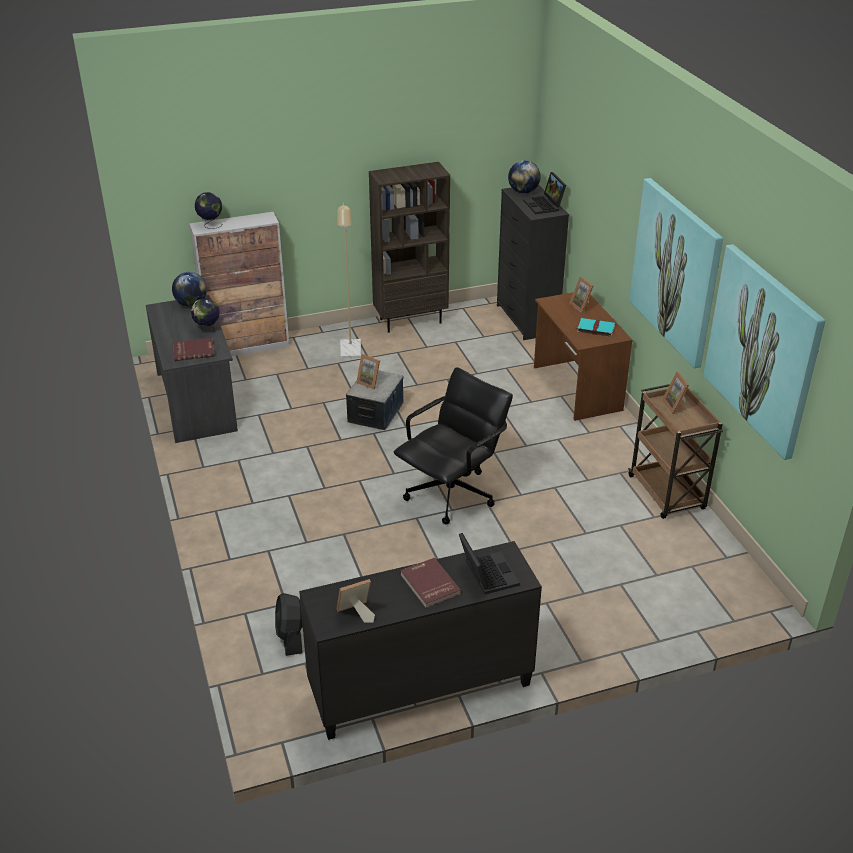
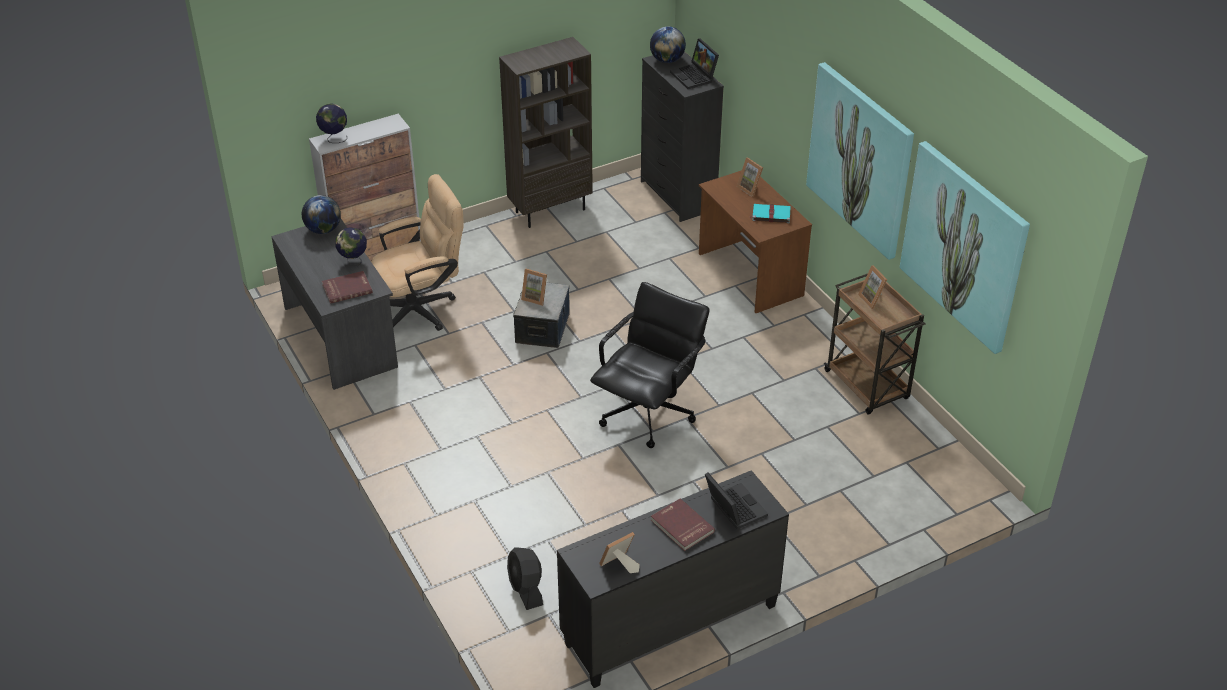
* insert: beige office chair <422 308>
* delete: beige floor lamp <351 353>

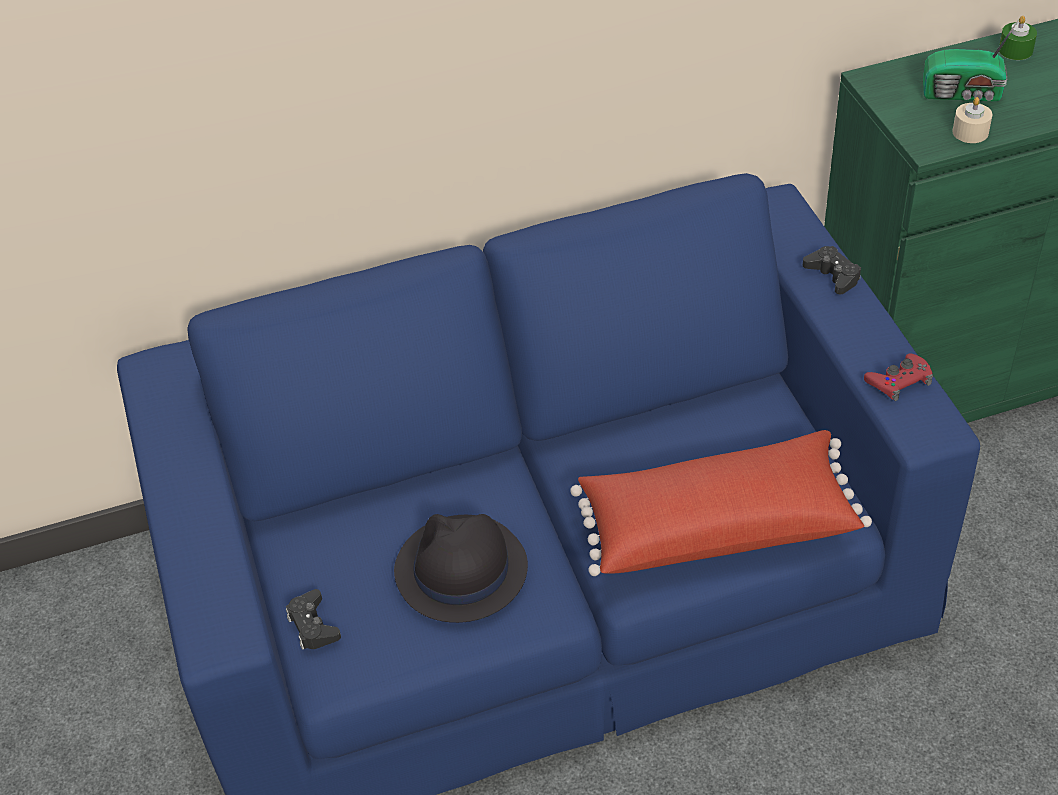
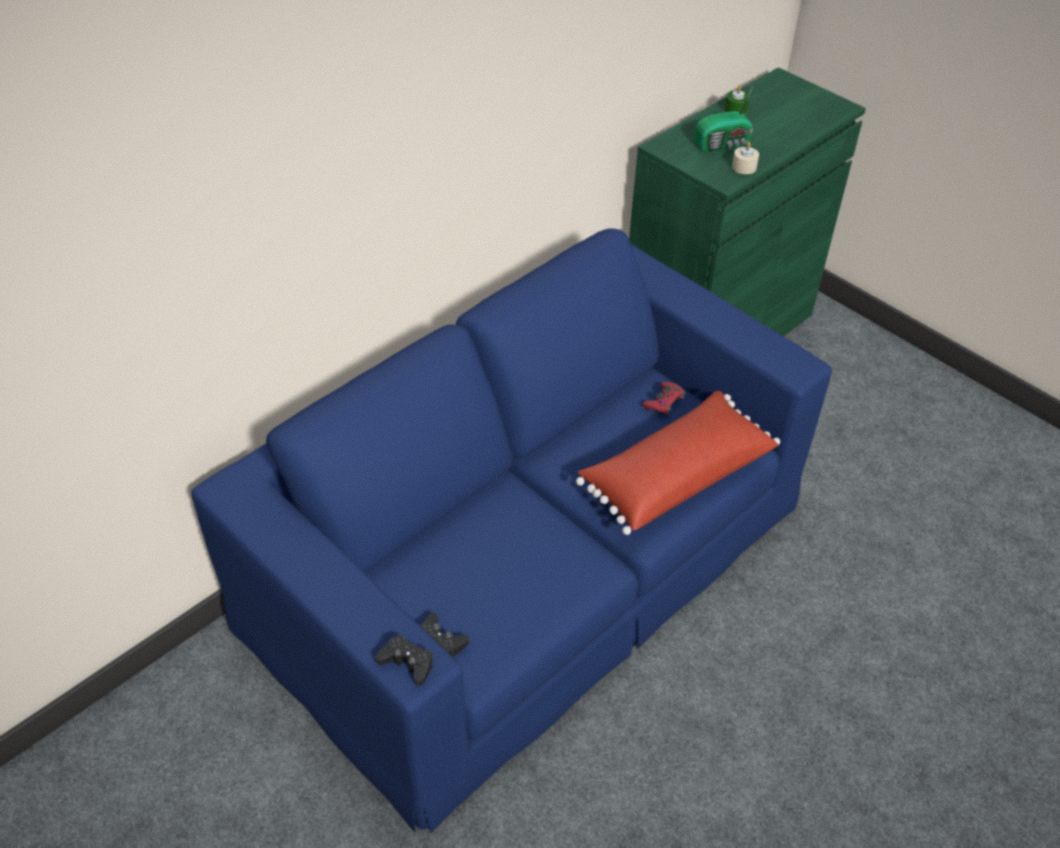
* move: black game controller <833 275> to <407 663>
* move: red game controller <899 381> to <664 402>
* delete: black hat <460 570>

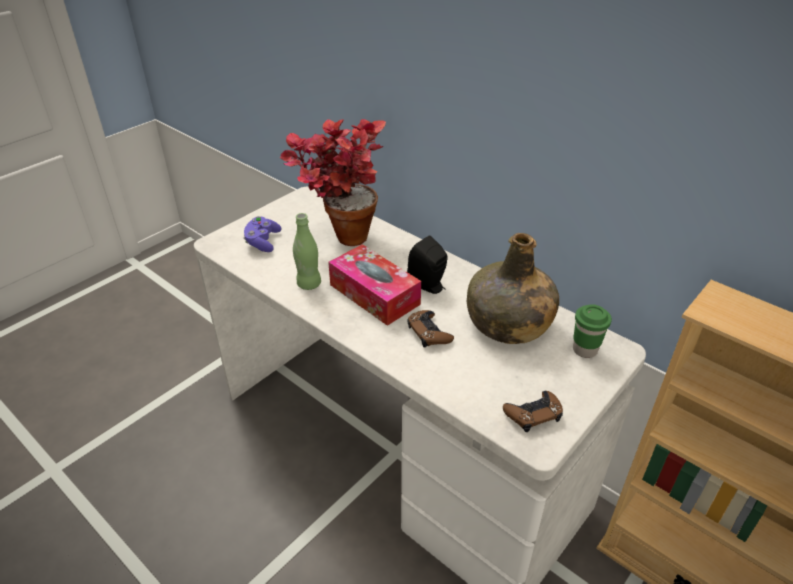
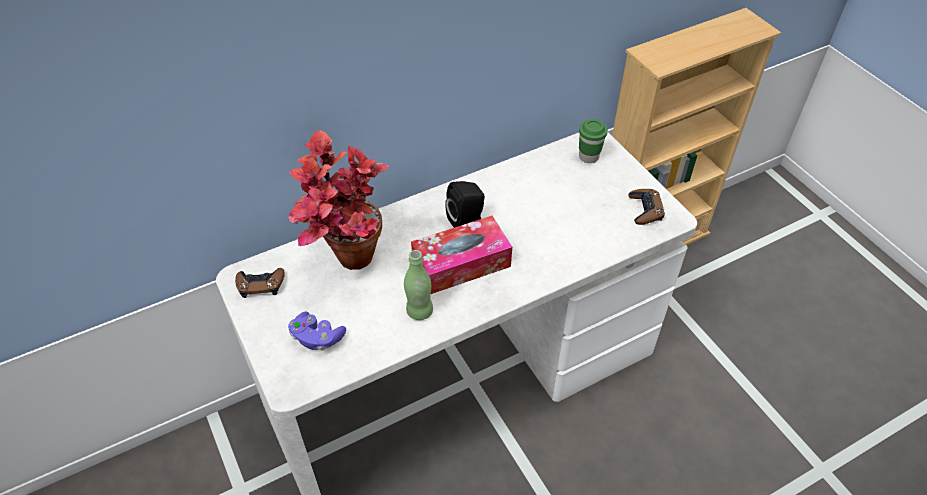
* move: brown game controller <429 332> to <260 285>
* delete: green bottle <508 324>

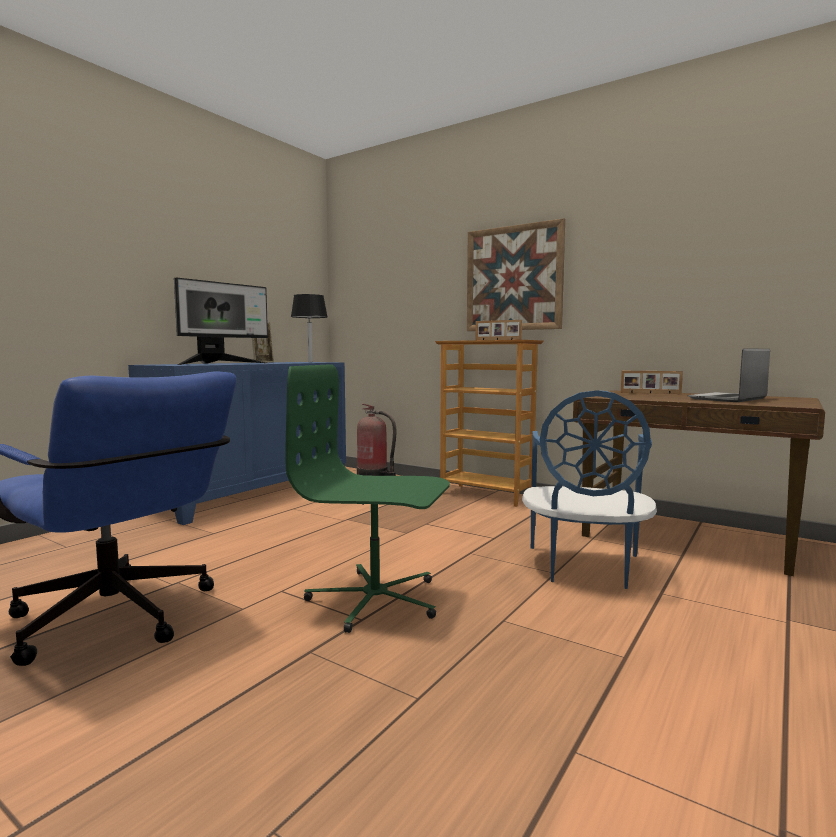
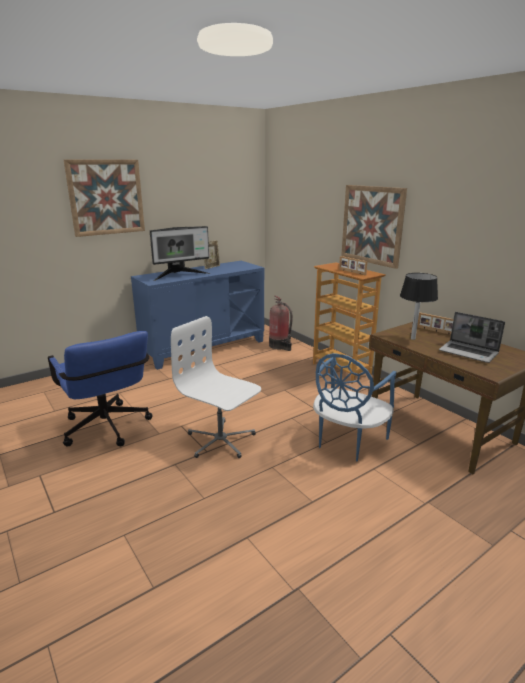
* insert: picture <106 197>
* recolor: green office chair <375 600> to white office chair <220 441>
* move: black table lamp <310 362> to <413 339>
* rotate: laptop <728 399> = <469 352> 120 degrees counterclockwise

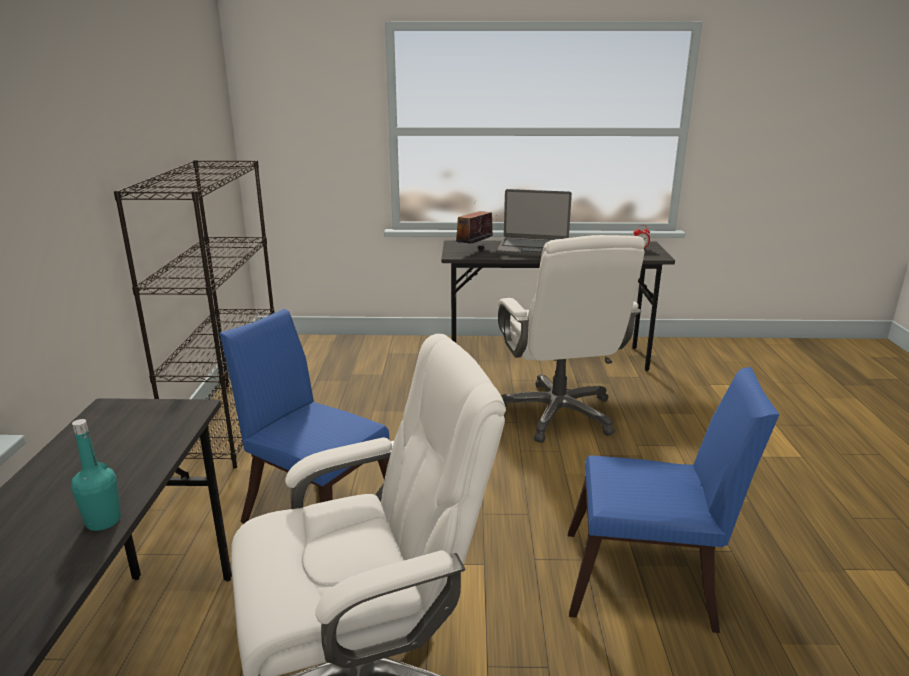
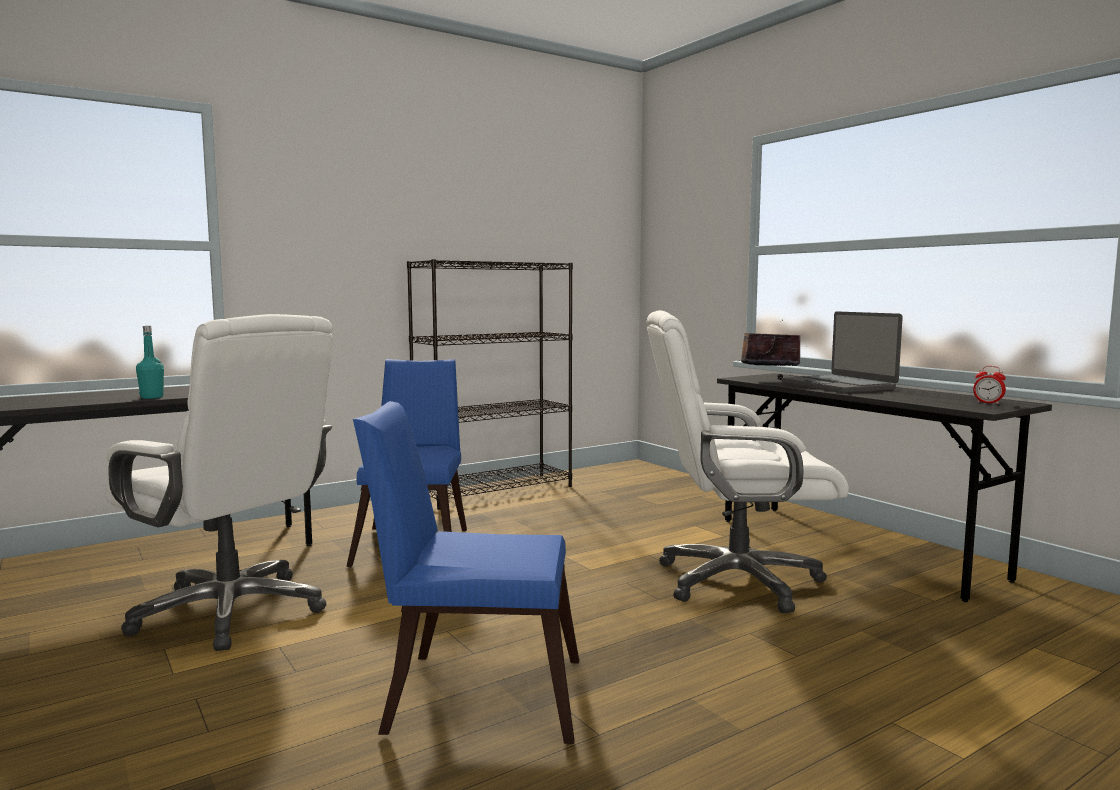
* rotate: blue chair <649 582> = <473 693> 120 degrees clockwise
* rotate: white office chair <558 414> = <736 581> 45 degrees clockwise

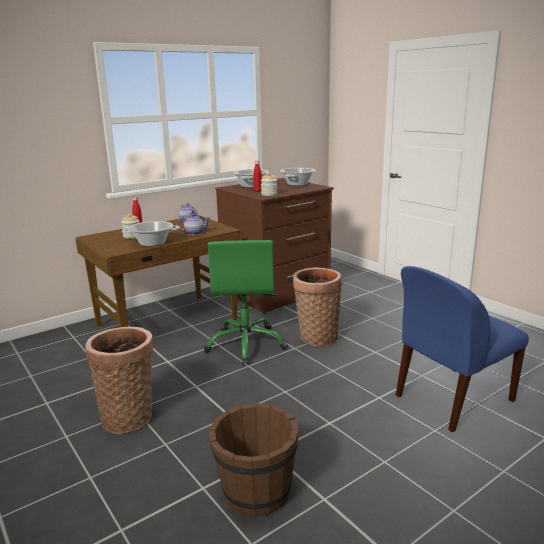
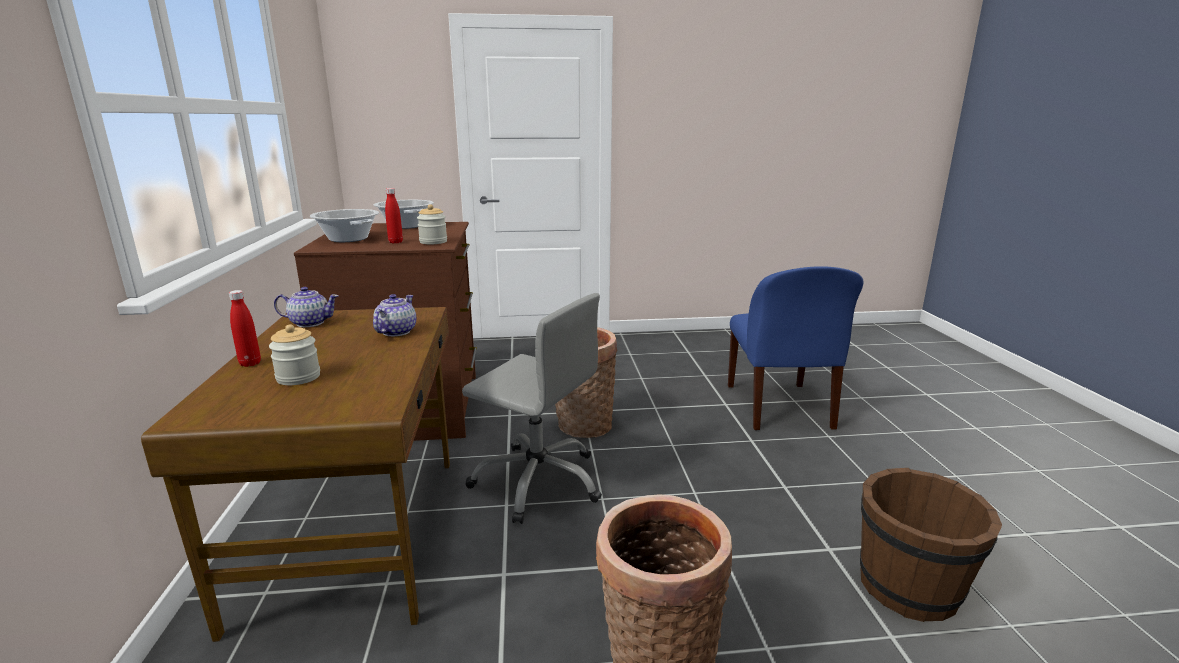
* recolor: green office chair <246 344> to grey office chair <538 481>
* delete: cooking pot <152 243>

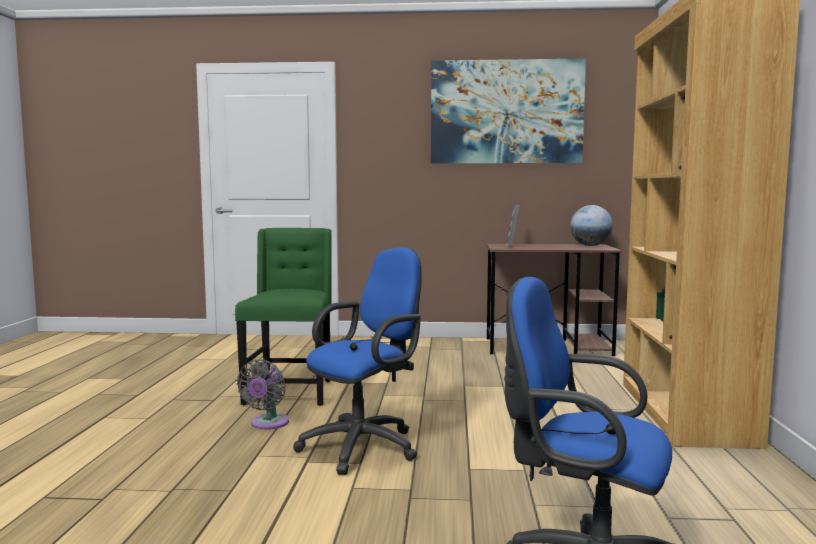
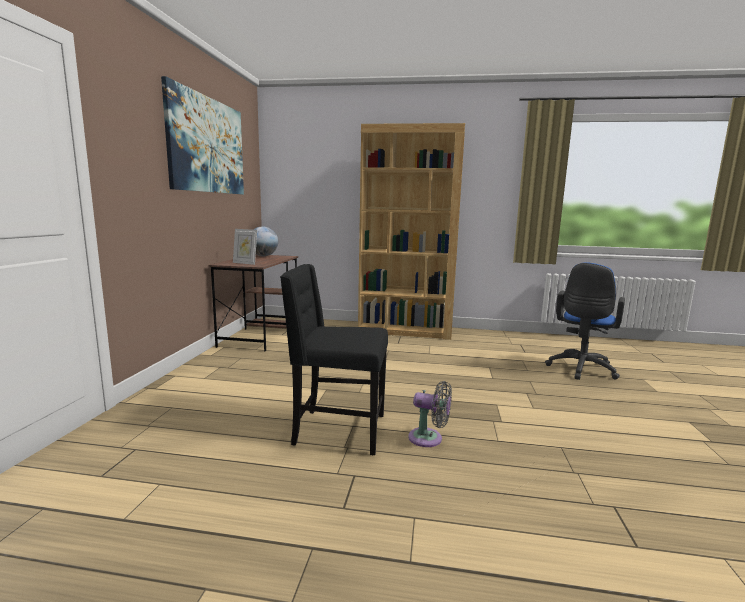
* recolor: green chair <290 391> to black chair <337 430>
* delete: blue office chair <365 446>

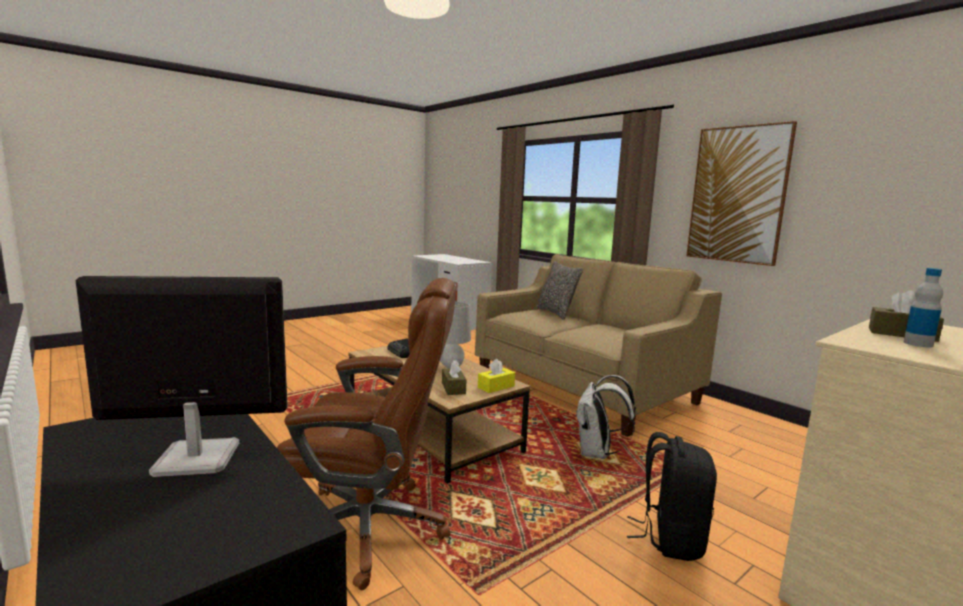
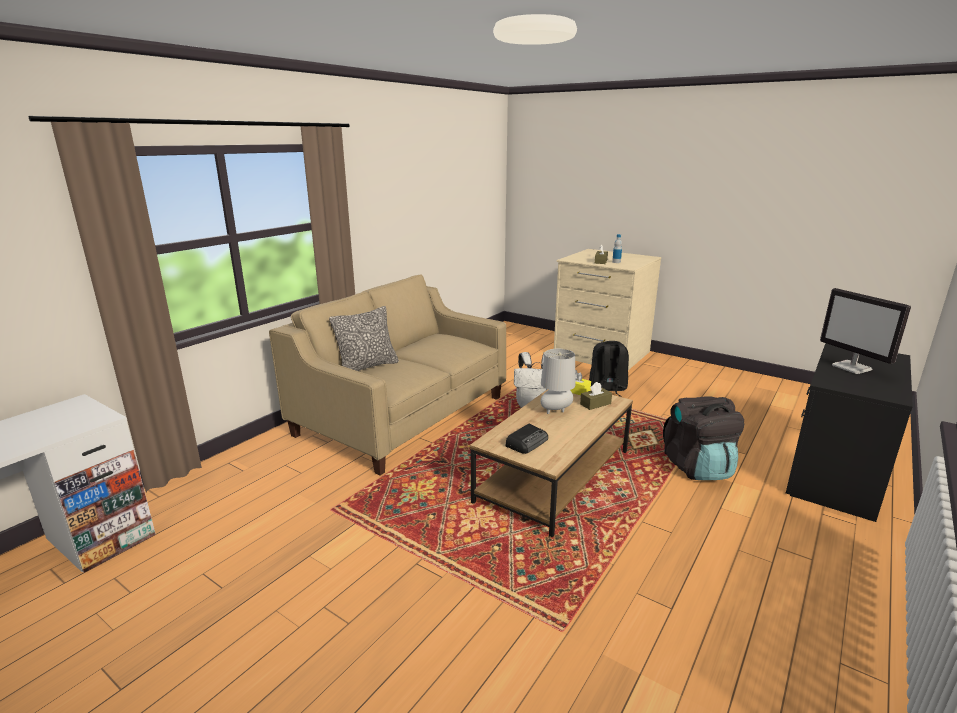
* replace: brown office chair <371 528> to black backpack <698 467>
* delete: picture <738 195>

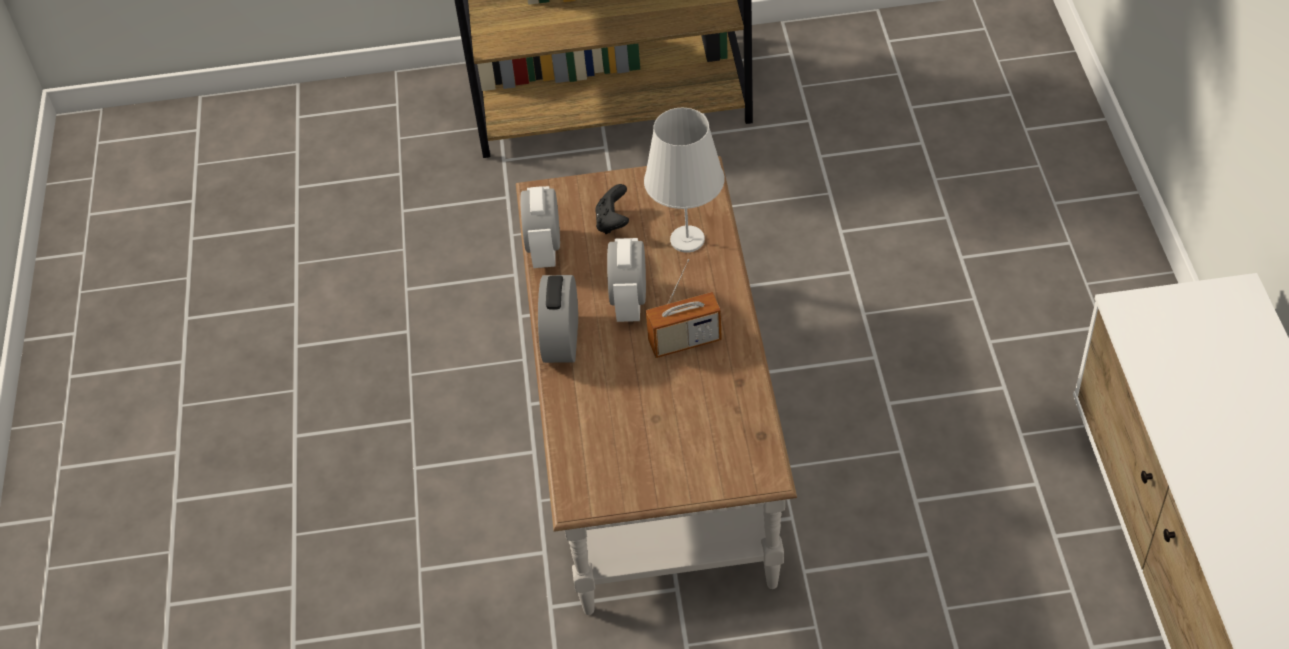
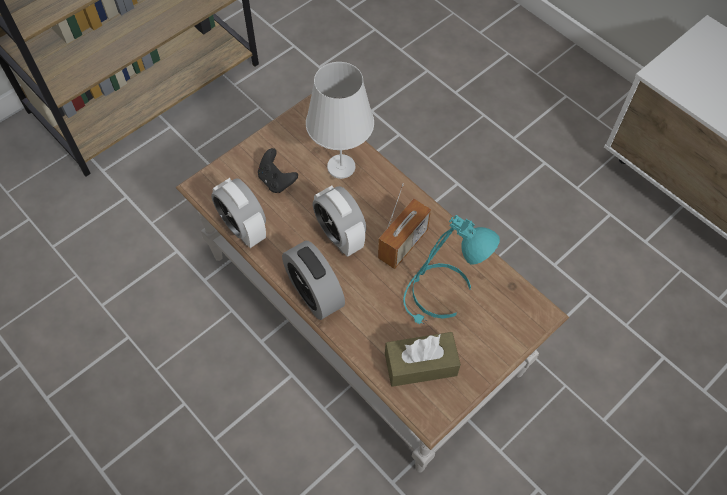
* insert: brown tissue box <420 364>
* insert: turquoise table lamp <439 295>

